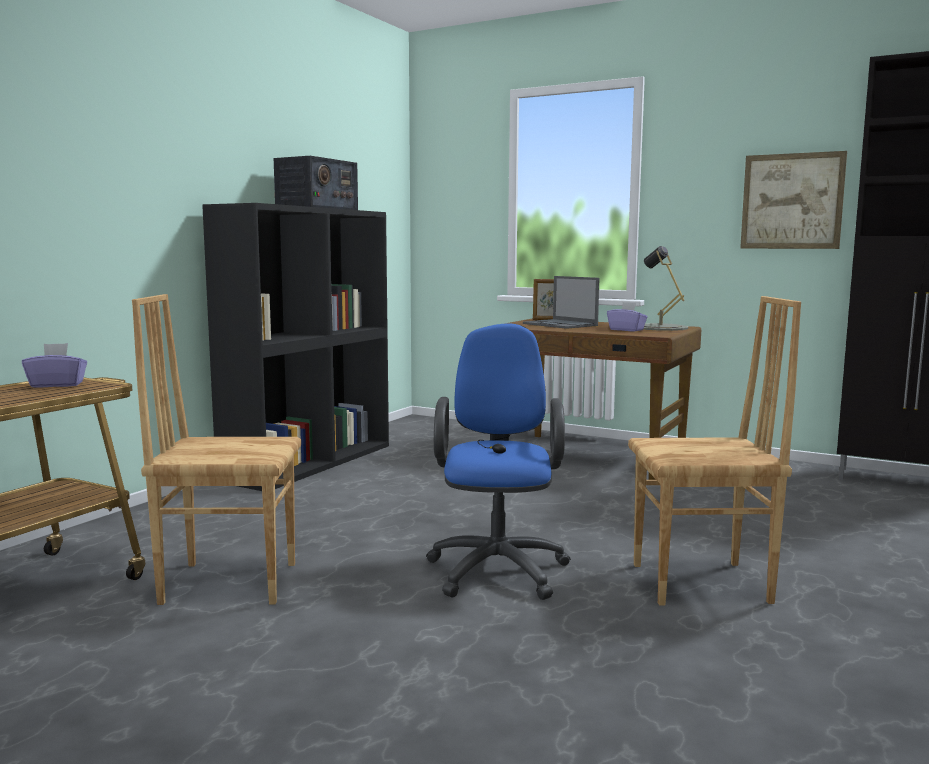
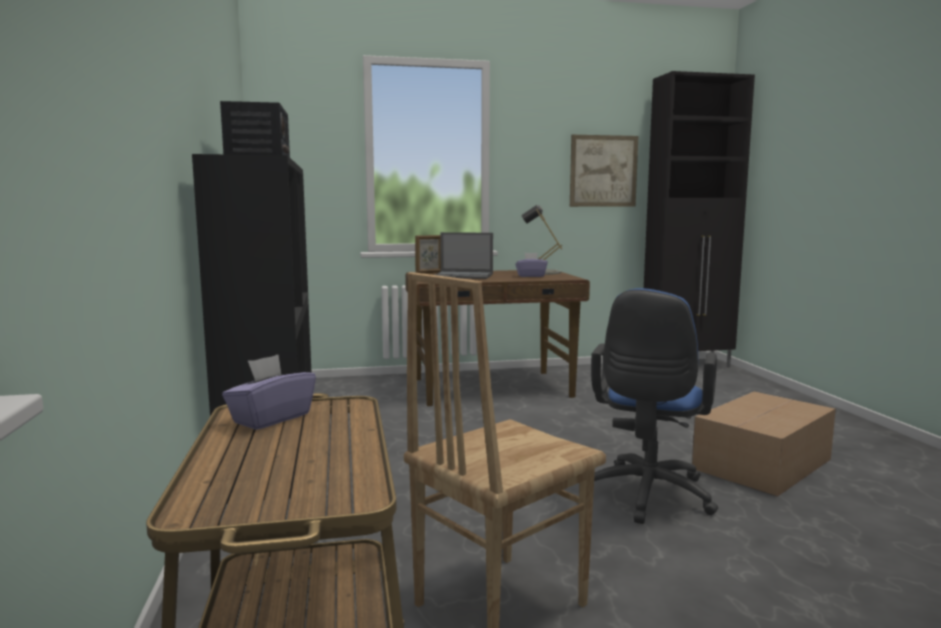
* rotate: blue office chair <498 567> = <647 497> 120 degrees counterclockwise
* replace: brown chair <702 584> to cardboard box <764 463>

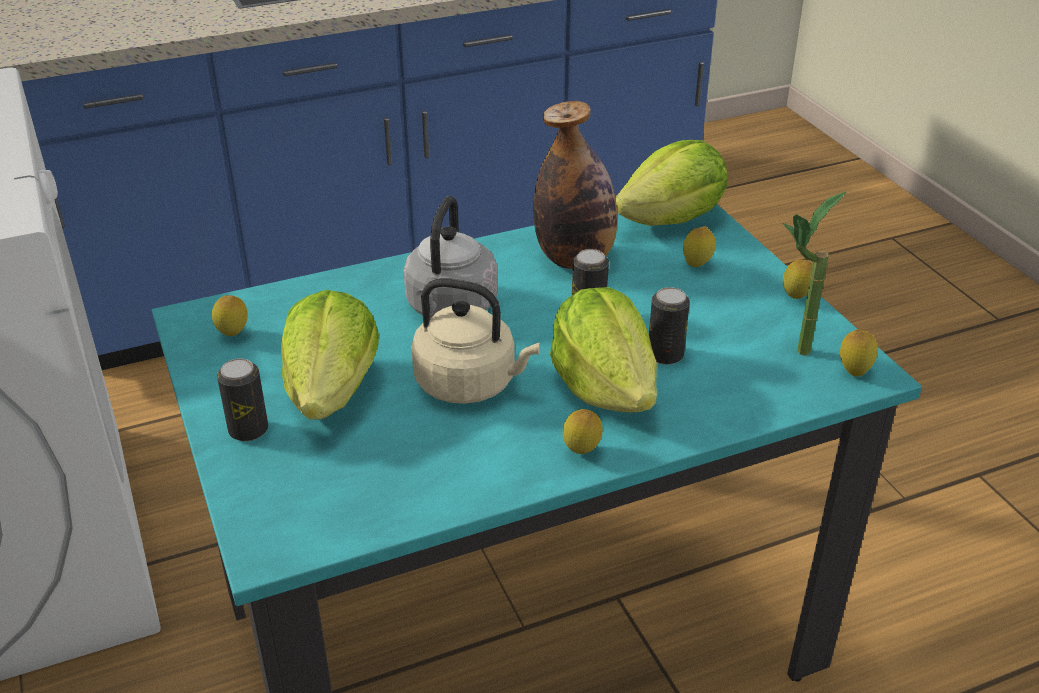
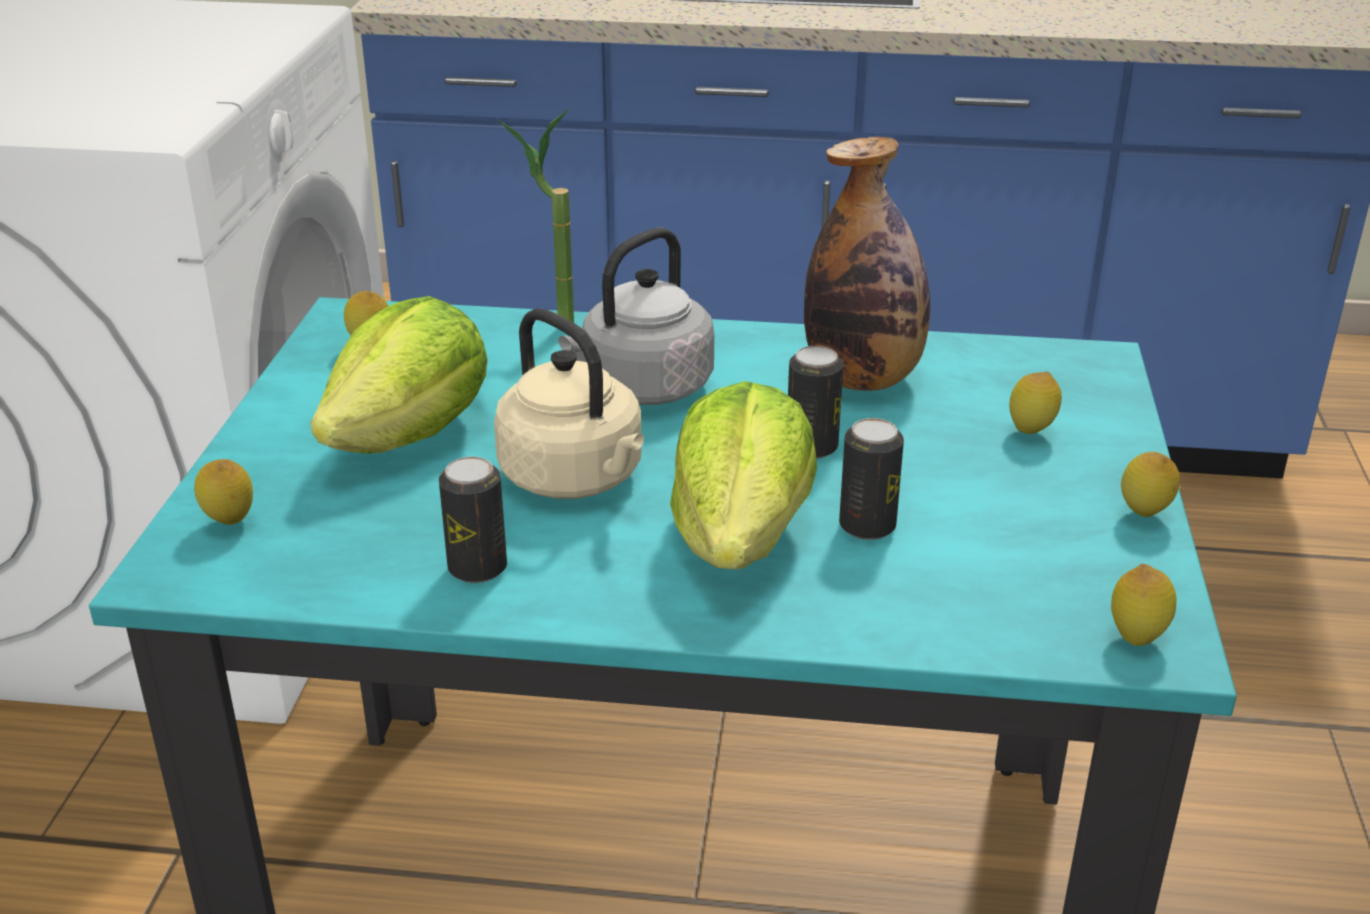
* move: lemon <581 452> to <230 523>
* move: can <248 430> to <477 568>
* move: potted plant <791 354> to <549 324>
* delete: lettuce <672 220>

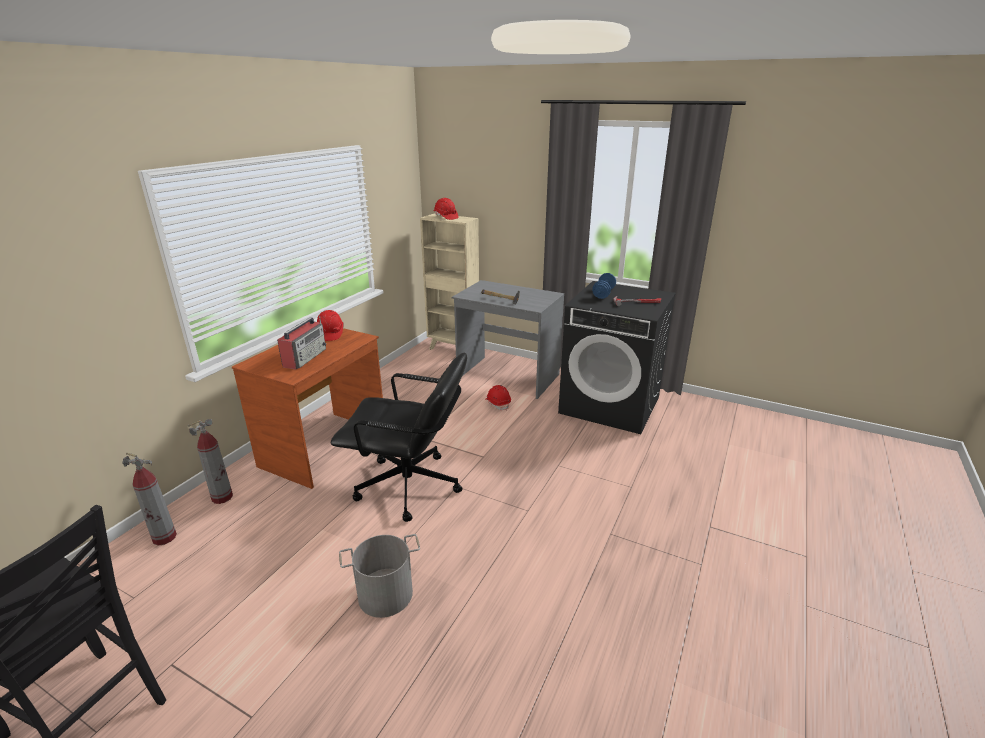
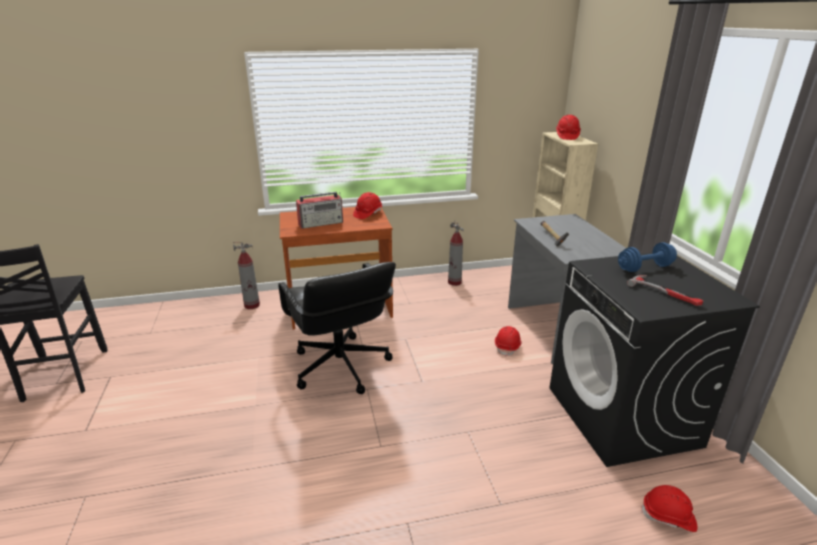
* move: fire extinguisher <164 537> to <454 282>
* insert: red hard hat <668 517>
* delete: grey bucket <385 593>

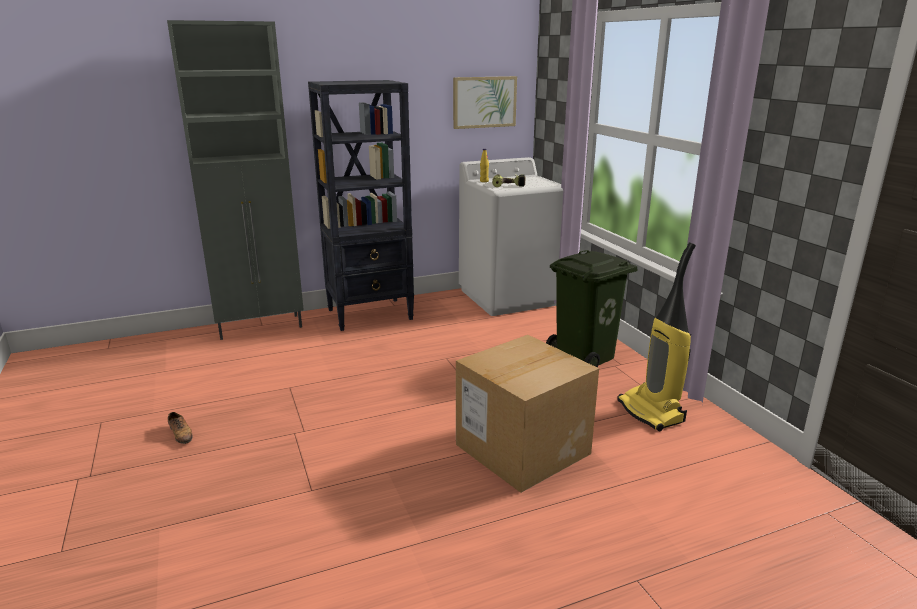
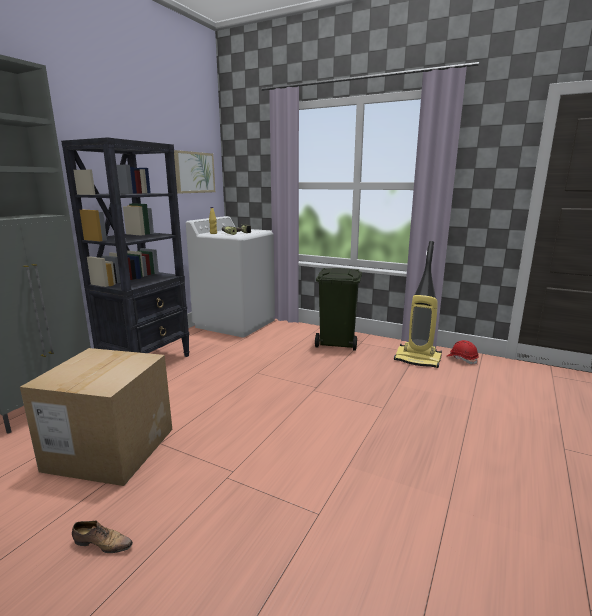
* move: cardboard box <522 449> to <110 449>
* insert: red hard hat <462 359>

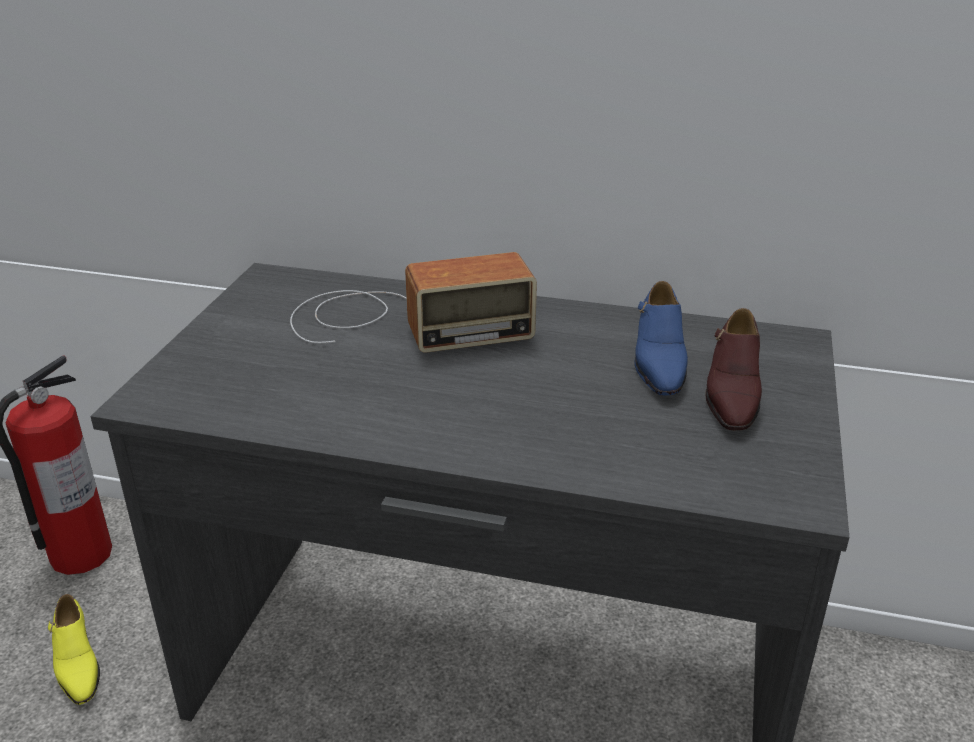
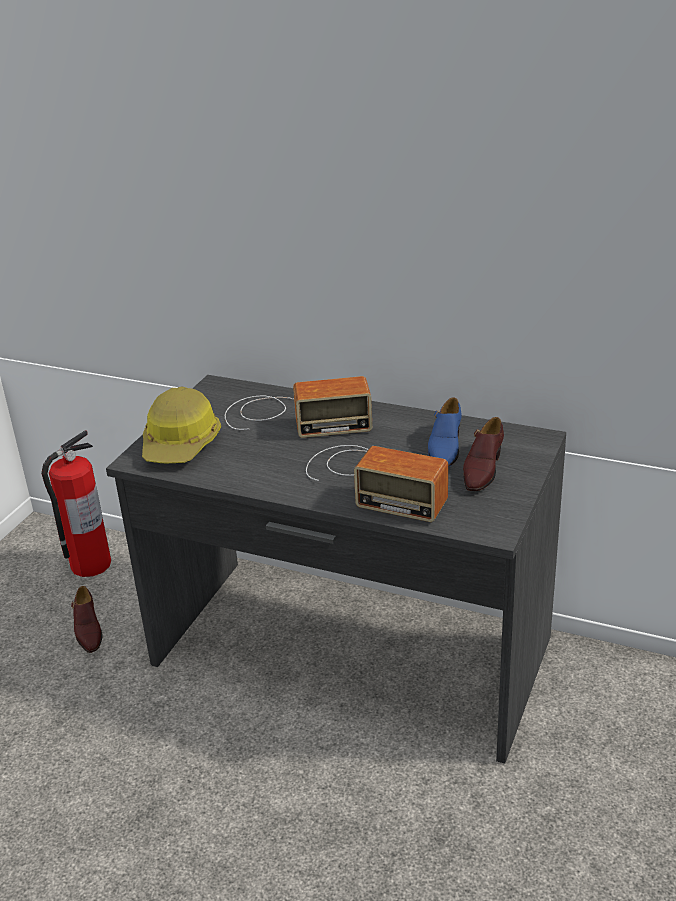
* recolor: yellow shoe <77 664> to brown shoe <88 630>
* insert: hard hat <181 444>
* insert: radio <372 481>

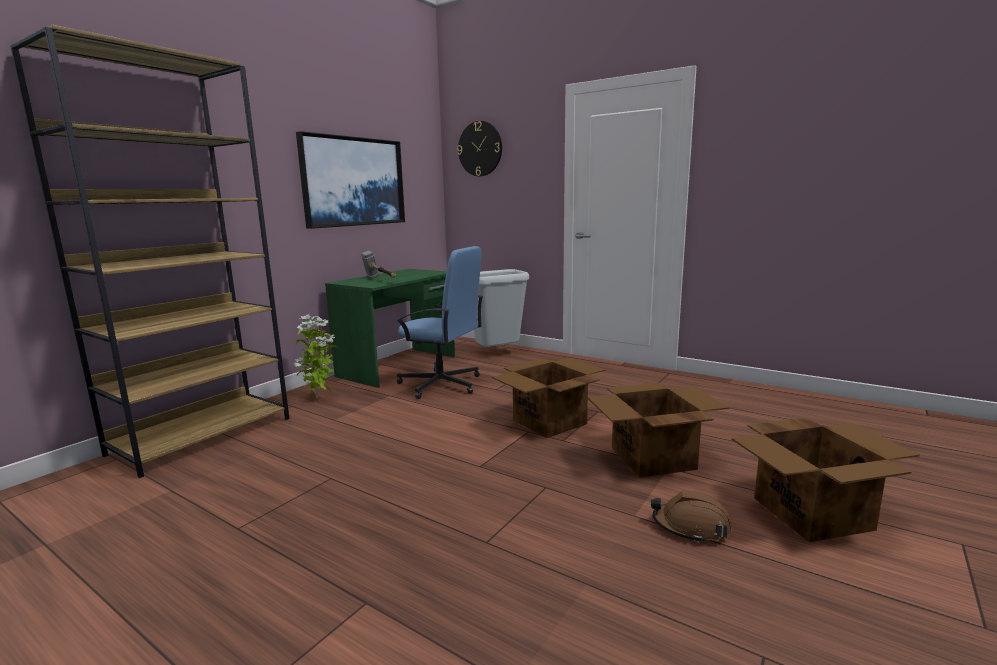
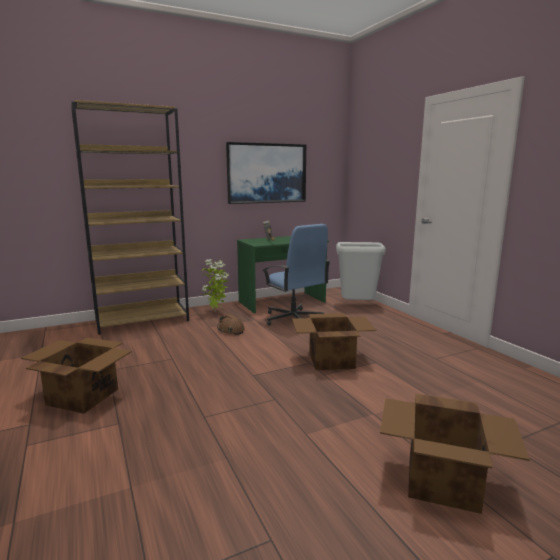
* move: cardboard box <651 458> to <82 396>
* move: brown hard hat <691 527> to <230 330>
* delete: wall clock <480 149>

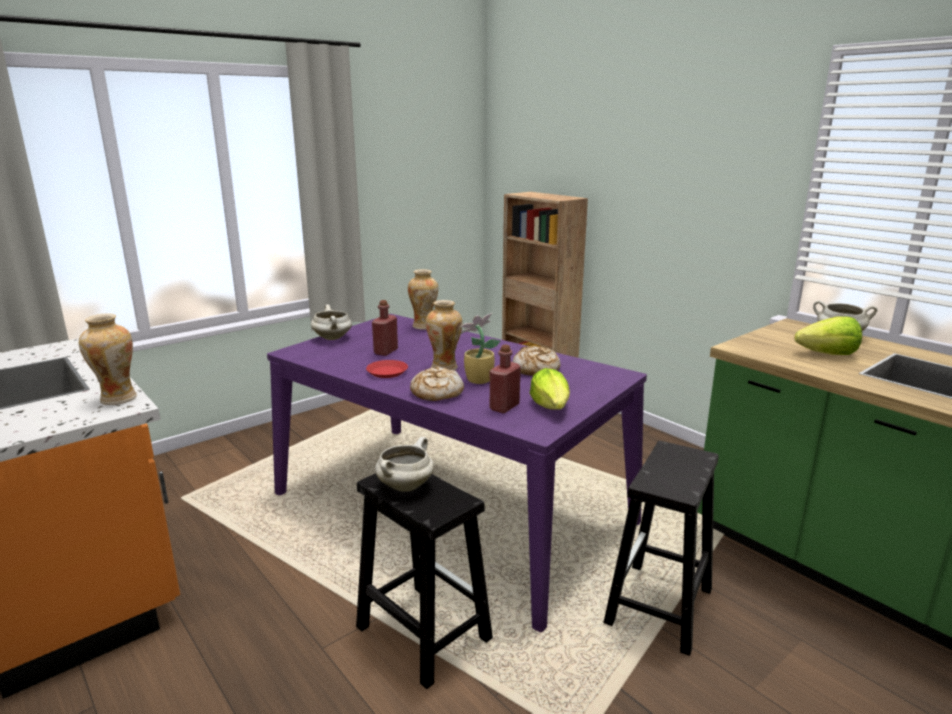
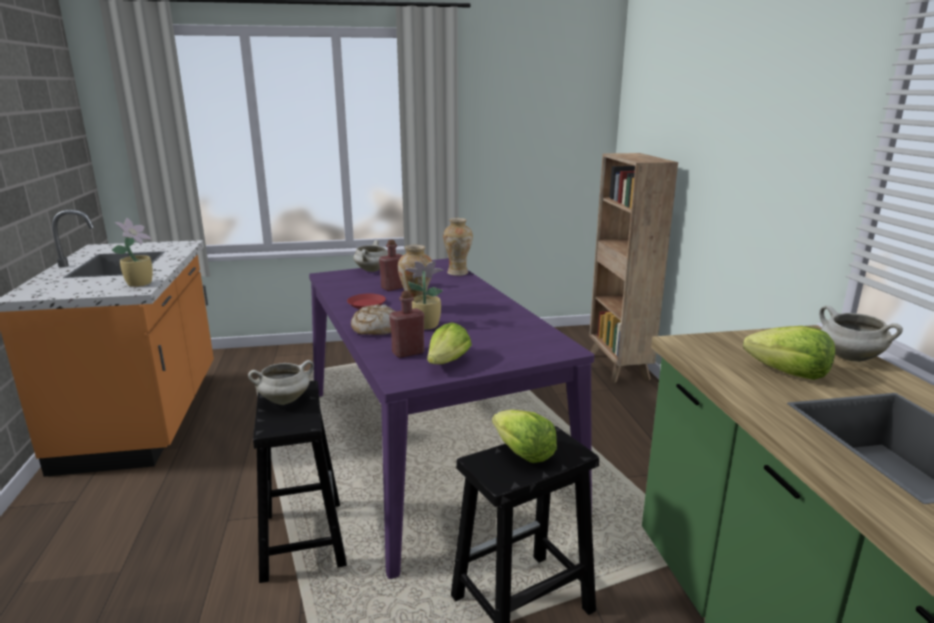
* replace: vase <117 399> to potted plant <141 283>
* insert: lettuce <523 453>
* delete: bread <535 369>

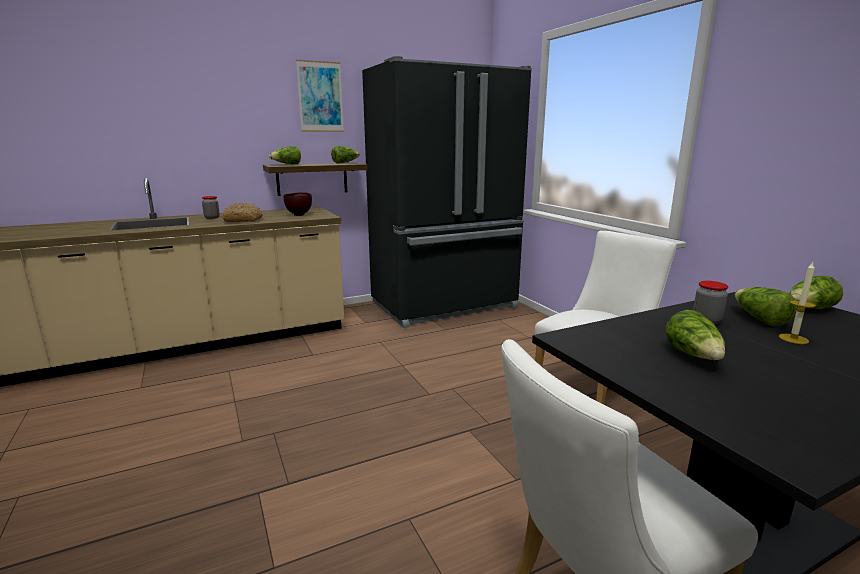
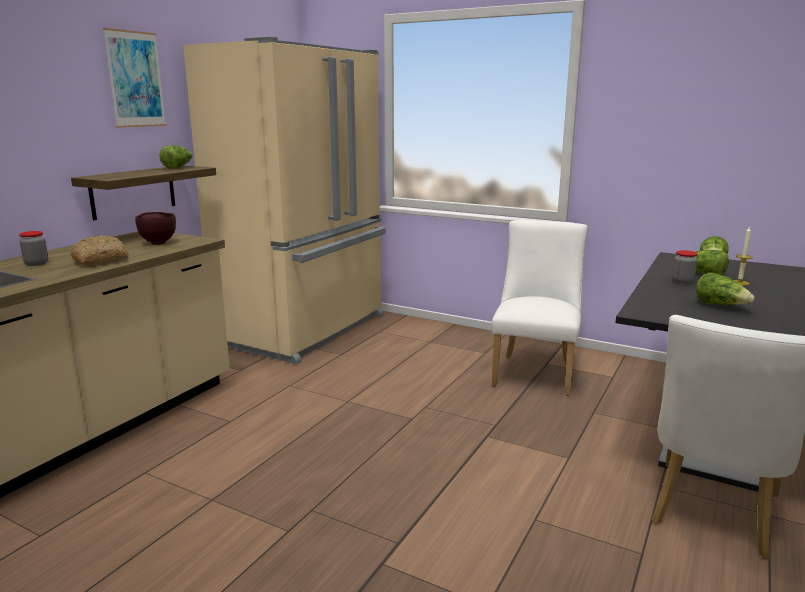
* recolor: black fridge <446 305> to beige fridge <307 330>
* delete: lettuce <287 164>

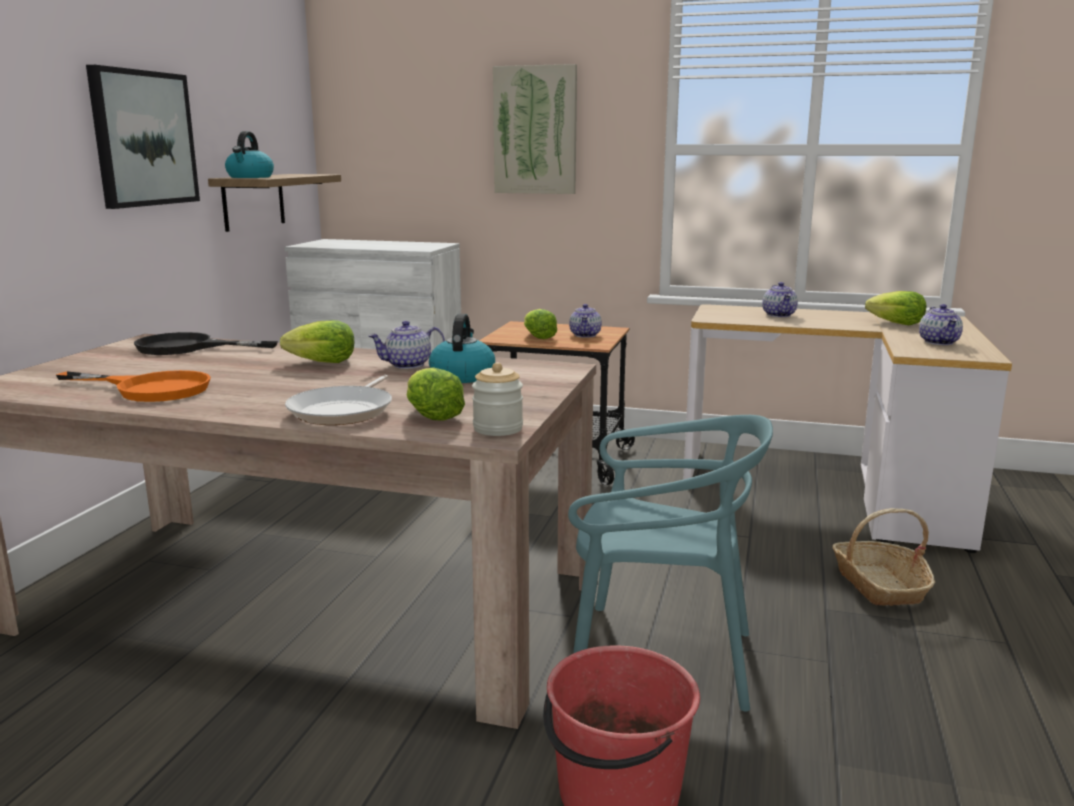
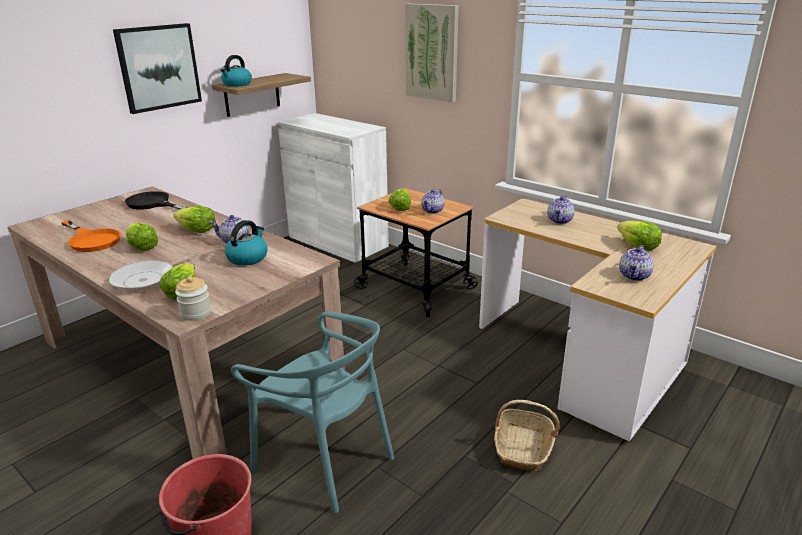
* insert: lettuce <141 246>

